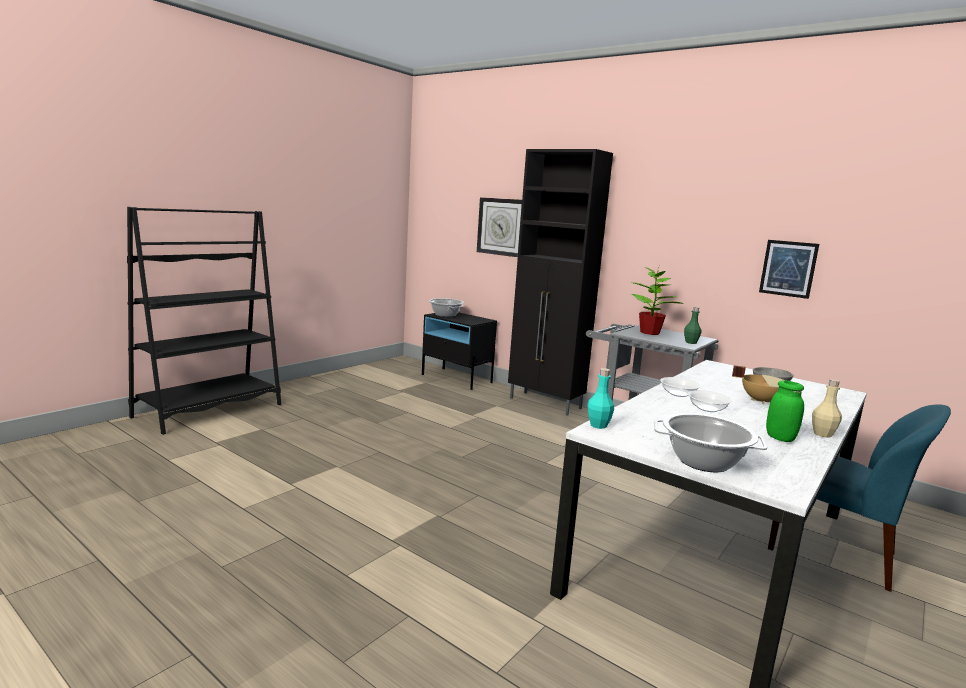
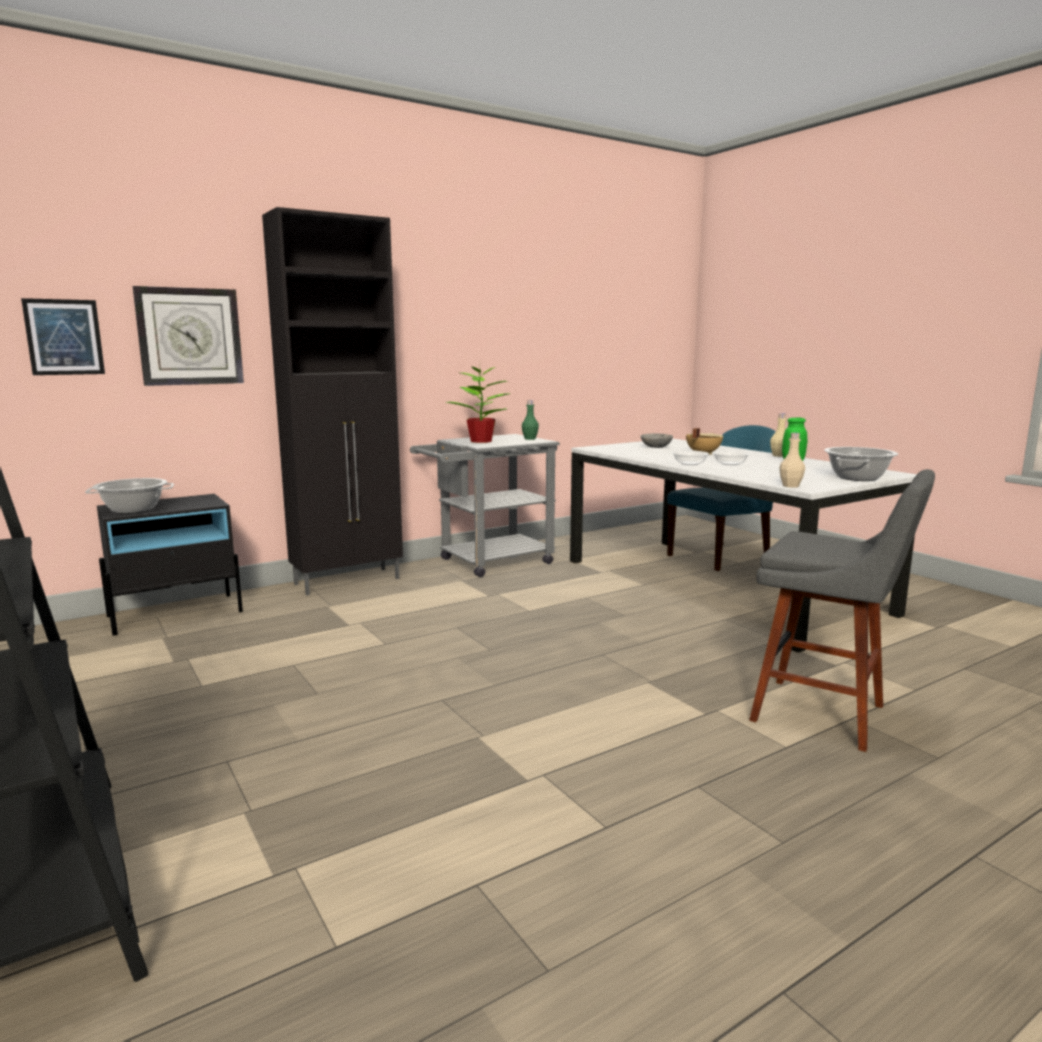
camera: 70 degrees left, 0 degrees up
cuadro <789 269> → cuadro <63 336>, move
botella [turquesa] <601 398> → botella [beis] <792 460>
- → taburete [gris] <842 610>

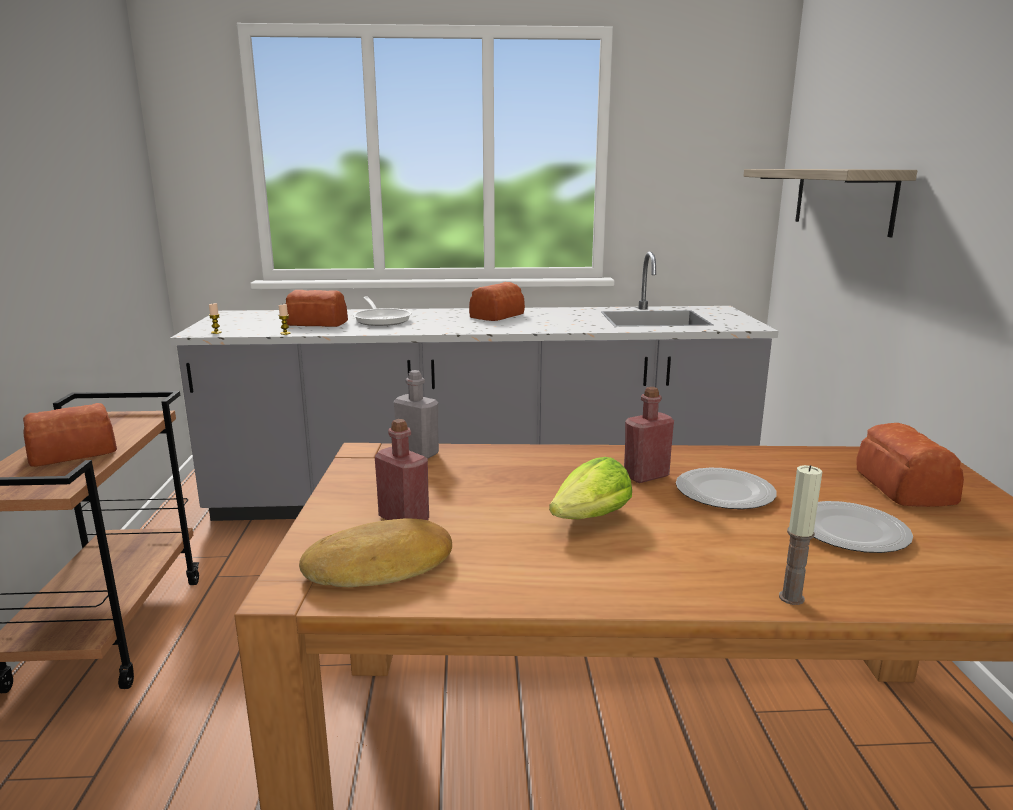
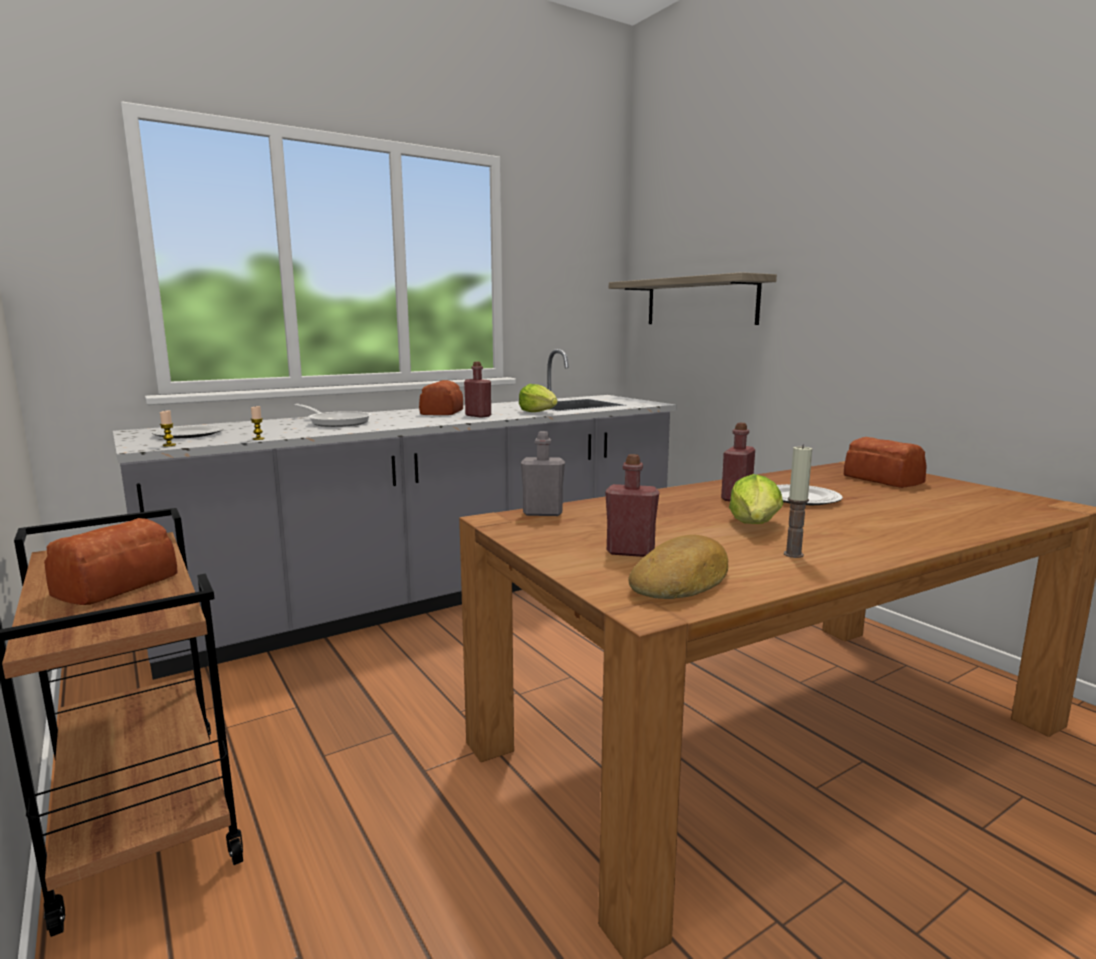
camera: 30 degrees left, 5 degrees down
pan <317 308> → -
vela <800 535> → vela <798 501>, move
plato <863 527> → plato <188 431>, move
- → botella [rojo] <477 390>
- → lechuga <538 398>

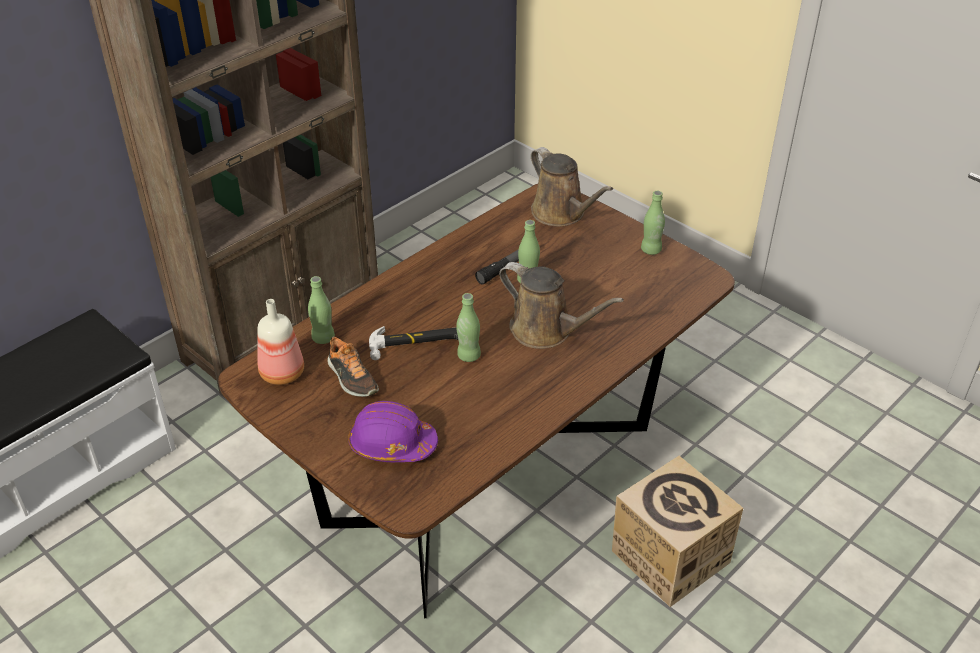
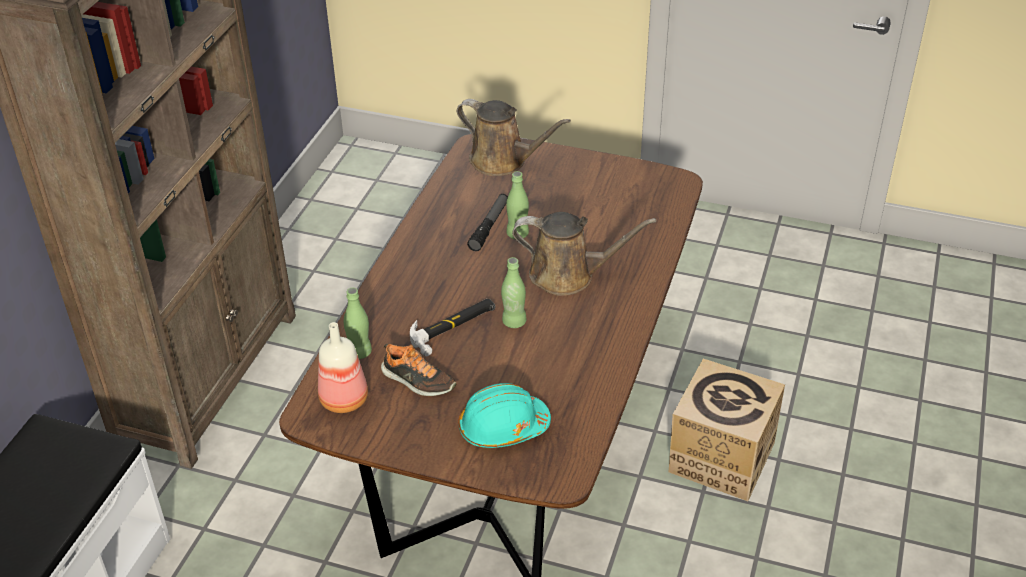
camera: 25 degrees left, 0 degrees up
botella [verde] <653 223> → -
casco [morado] <393 431> → casco [turquesa] <504 415>

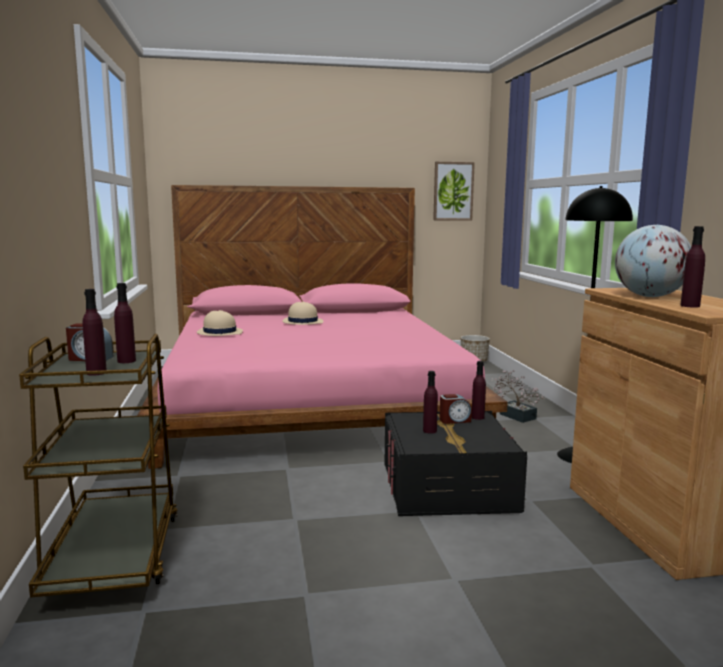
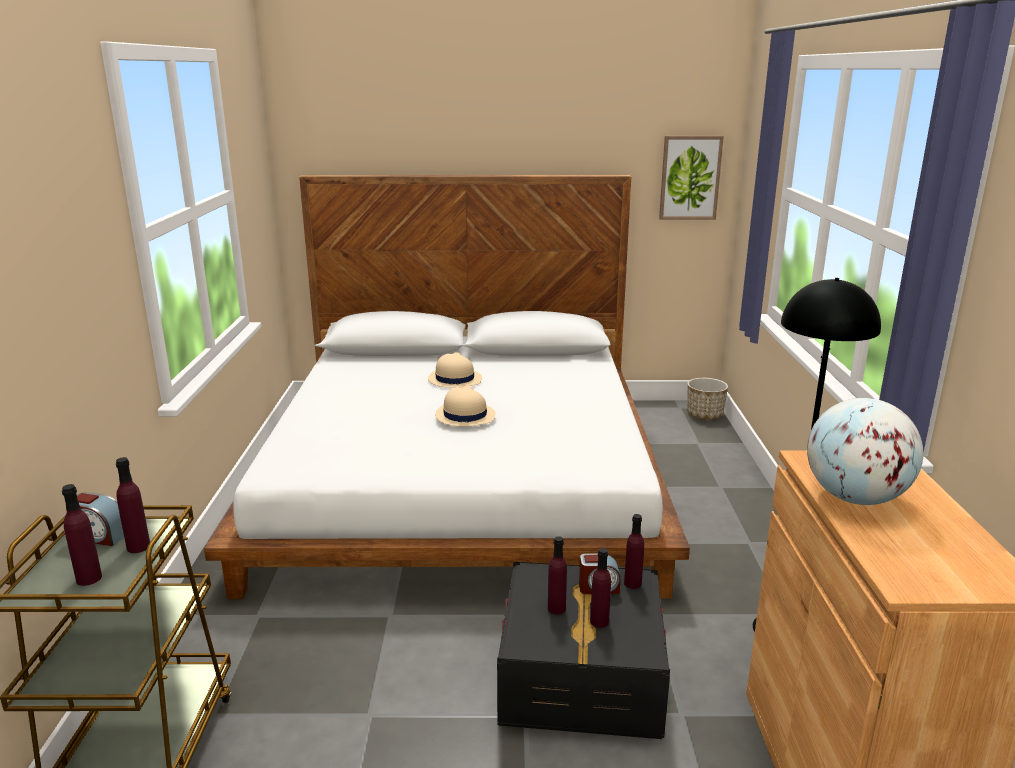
camera: 10 degrees right, 10 degrees up
cama [rosa] <322 327> → cama [blanco] <447 387>
botella [morado] <692 267> → botella [morado] <600 588>, move
sombrero [beis] <220 323> → sombrero [beis] <465 406>, move
planta en maceta <518 396> → -

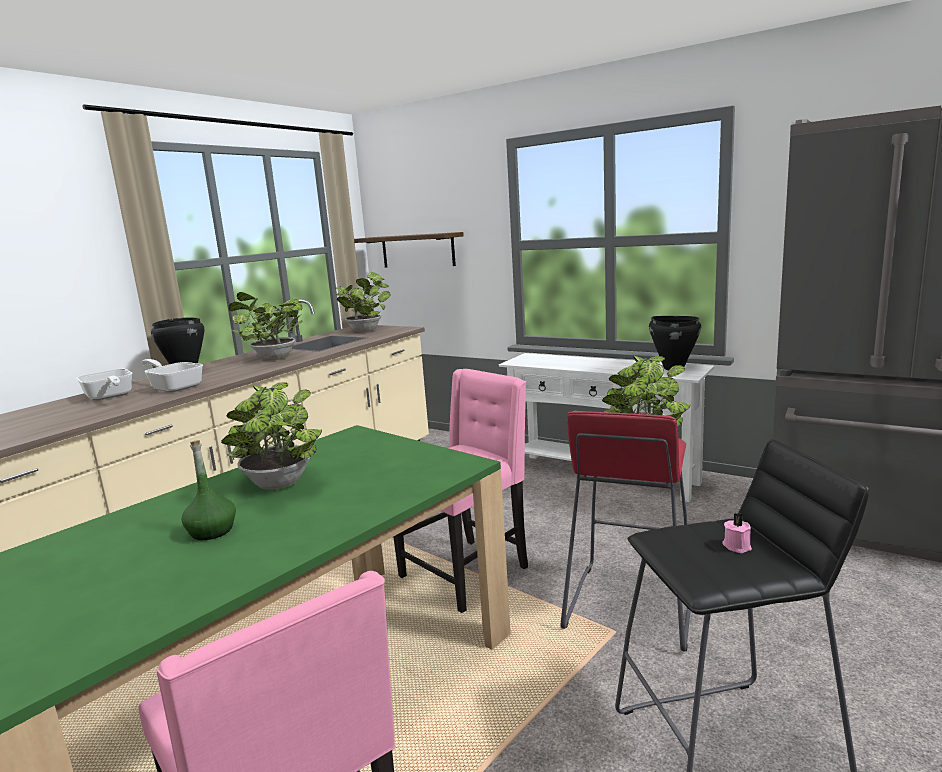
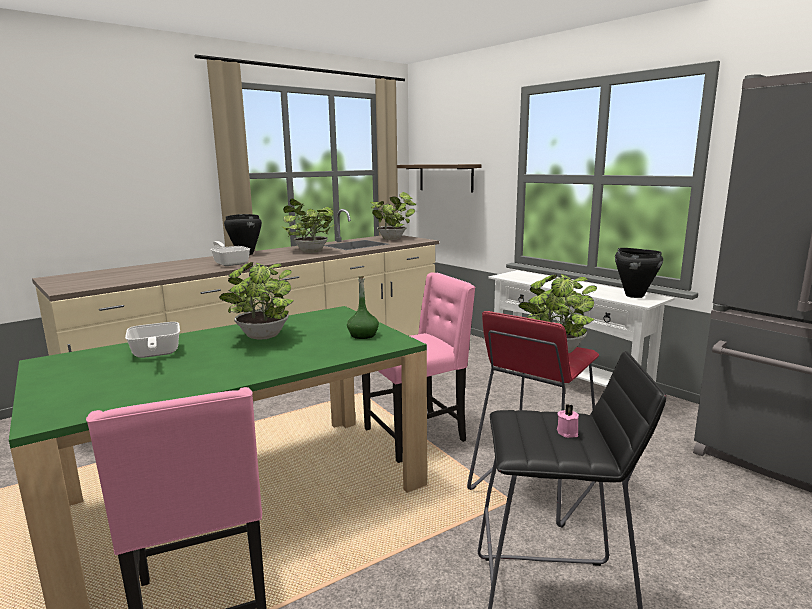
camera: 15 degrees right, 0 degrees up
sartén <104 384> → sartén <152 340>, move
botella [verde] <208 490> → botella [verde] <363 307>, move

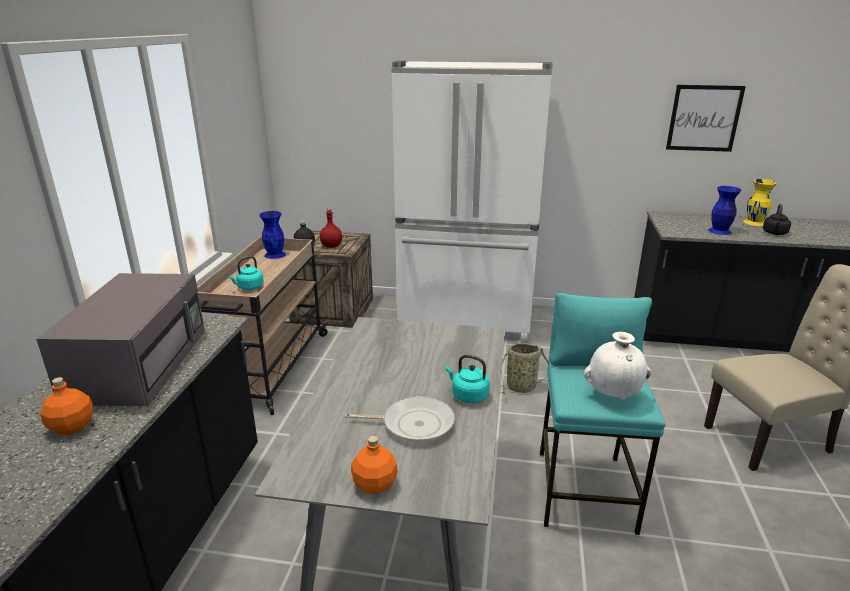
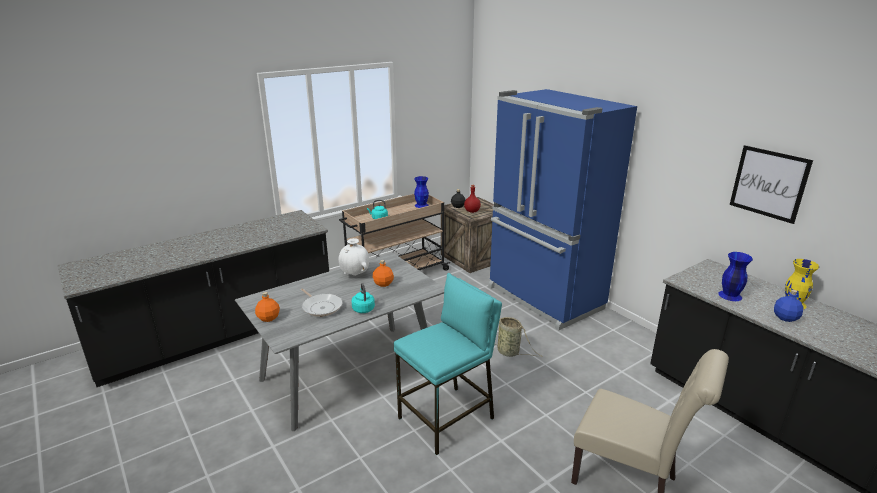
camera: 45 degrees right, 0 degrees up
nevera [blanco] <472 201> → nevera [azul] <562 209>
hervidor [negro] <777 219> → botella [azul] <788 306>
microondas [gris] <120 339> → -
florero [blanco] <617 366> → florero [blanco] <354 257>, move
botella [naranja] <66 406> → botella [naranja] <383 273>, move

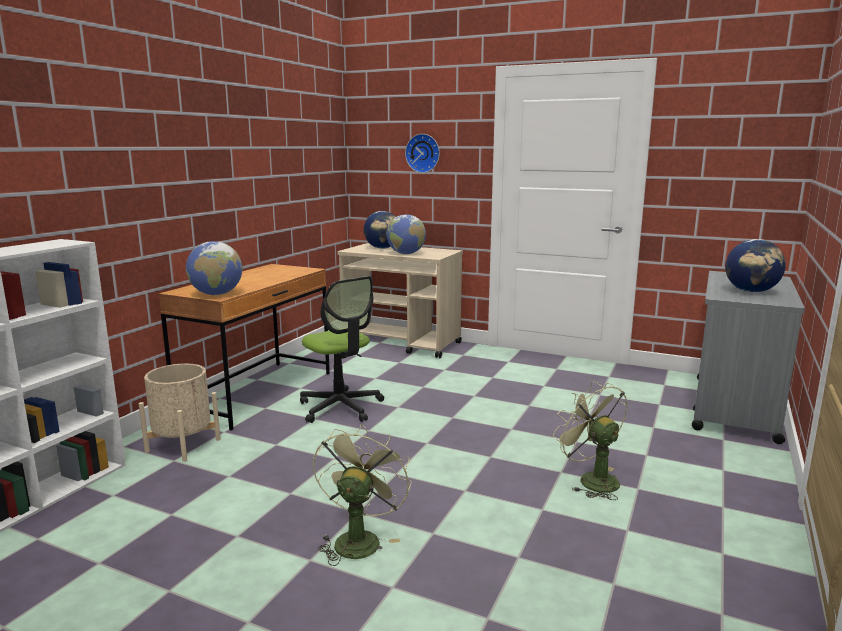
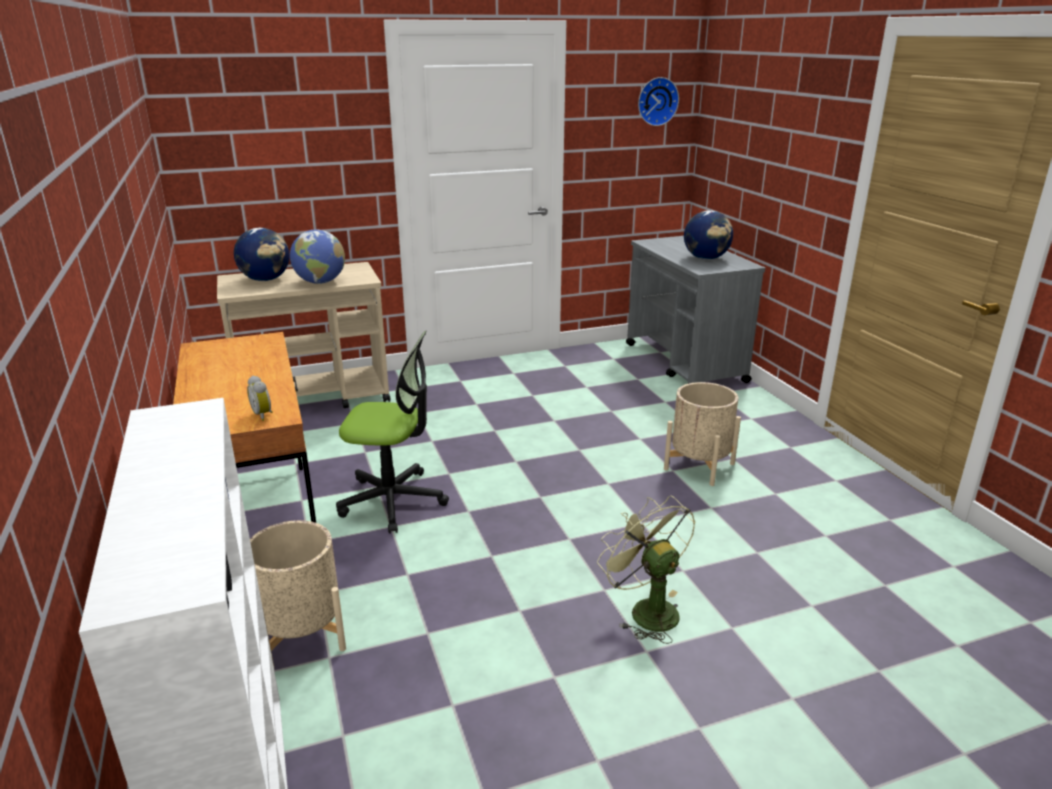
camera: 45 degrees left, 10 degrees up
reloj de pared <422 153> → reloj de pared <658 101>, move
globo terráqueo <214 268> → despertador <260 398>
ventilador [verde] <590 440> → maceta [beis] <702 434>

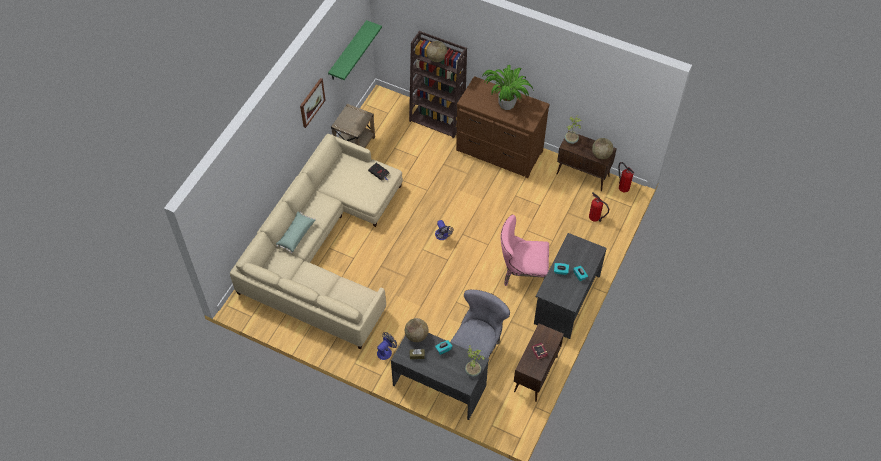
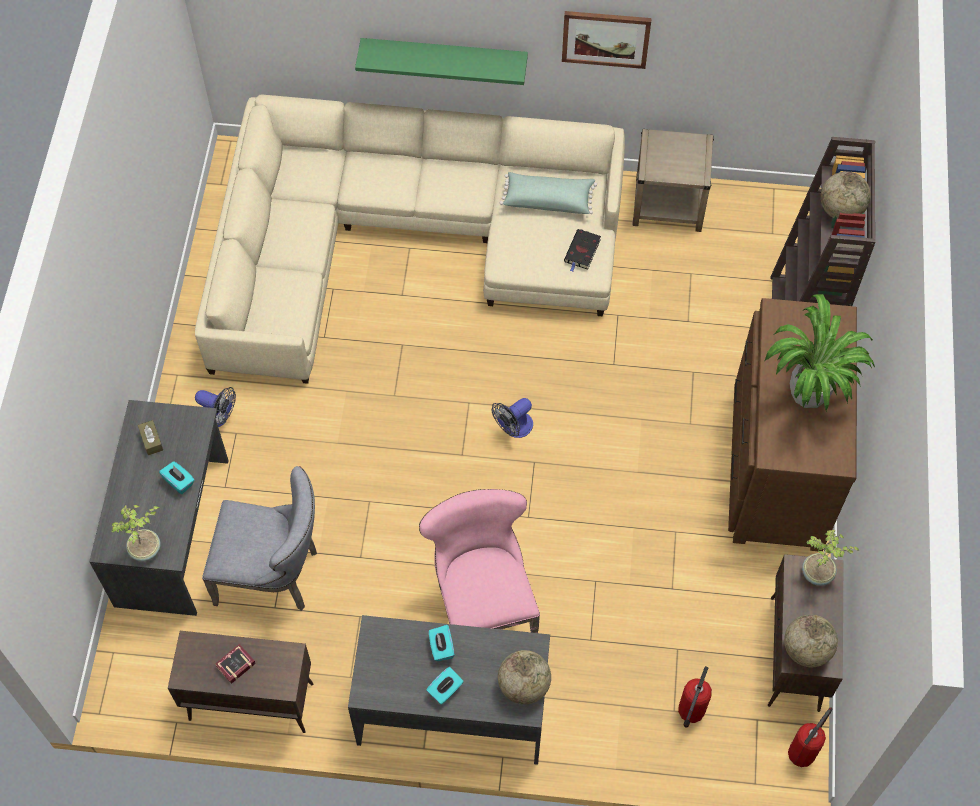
camera: 70 degrees right, 5 degrees up
estante [verde] <355 50> → estante [verde] <441 61>, move
cojín [verde] <296 232> → cojín [verde] <548 193>, move
globo terráqueo <416 330> → globo terráqueo <524 677>, move

